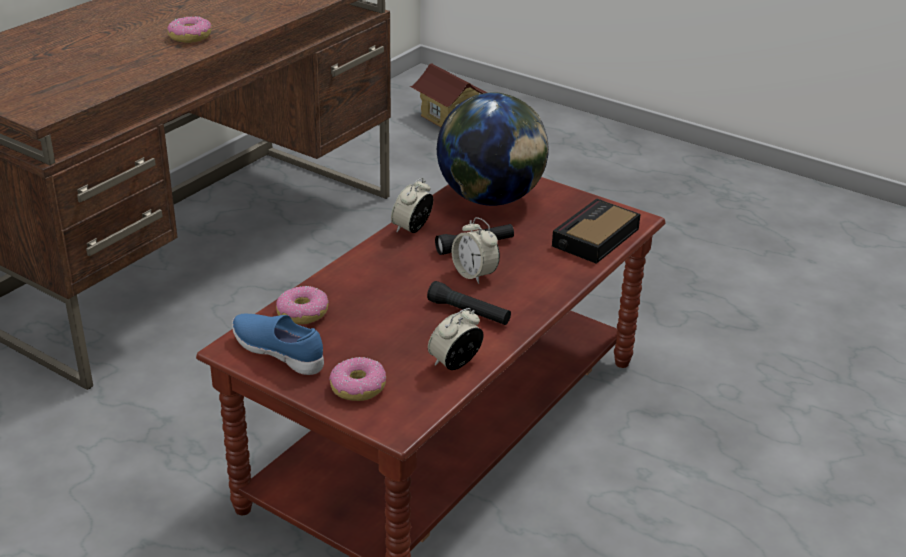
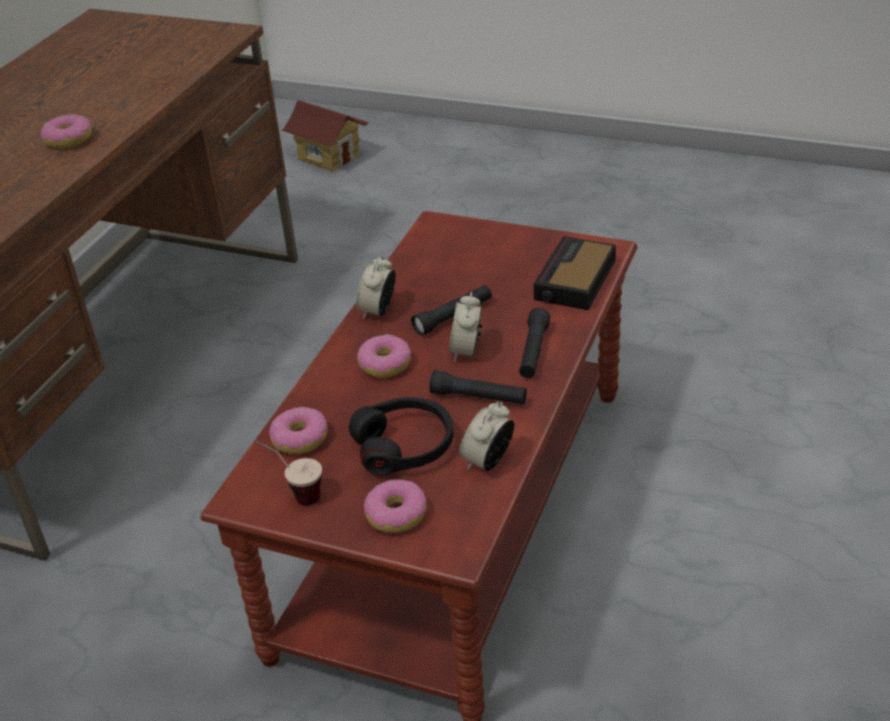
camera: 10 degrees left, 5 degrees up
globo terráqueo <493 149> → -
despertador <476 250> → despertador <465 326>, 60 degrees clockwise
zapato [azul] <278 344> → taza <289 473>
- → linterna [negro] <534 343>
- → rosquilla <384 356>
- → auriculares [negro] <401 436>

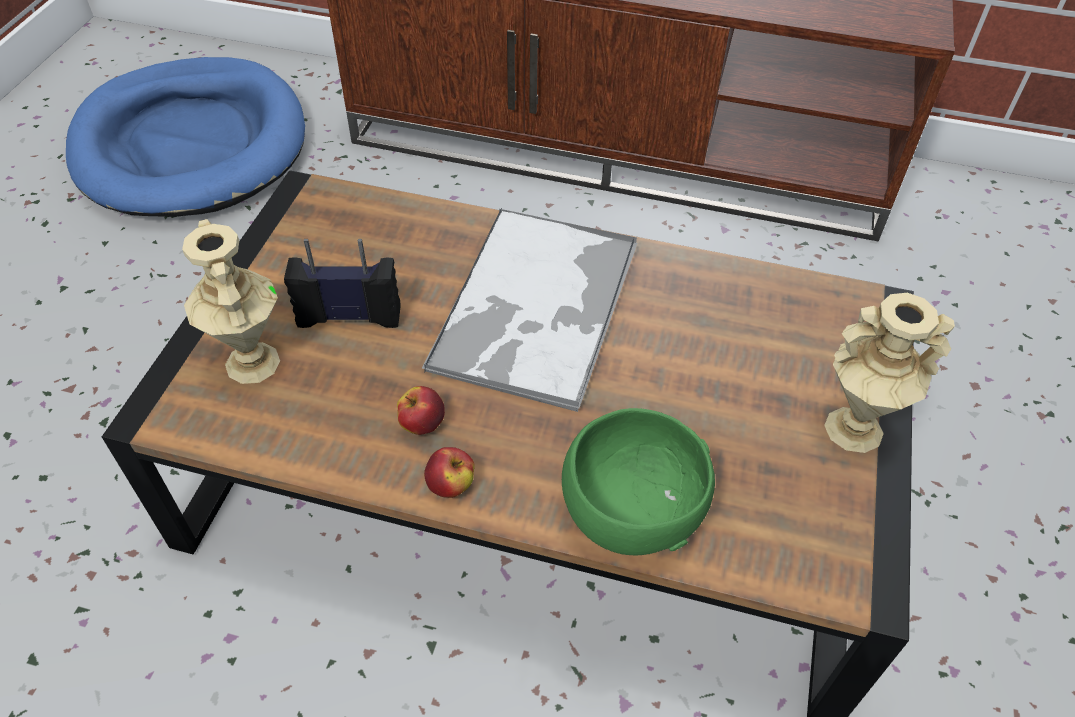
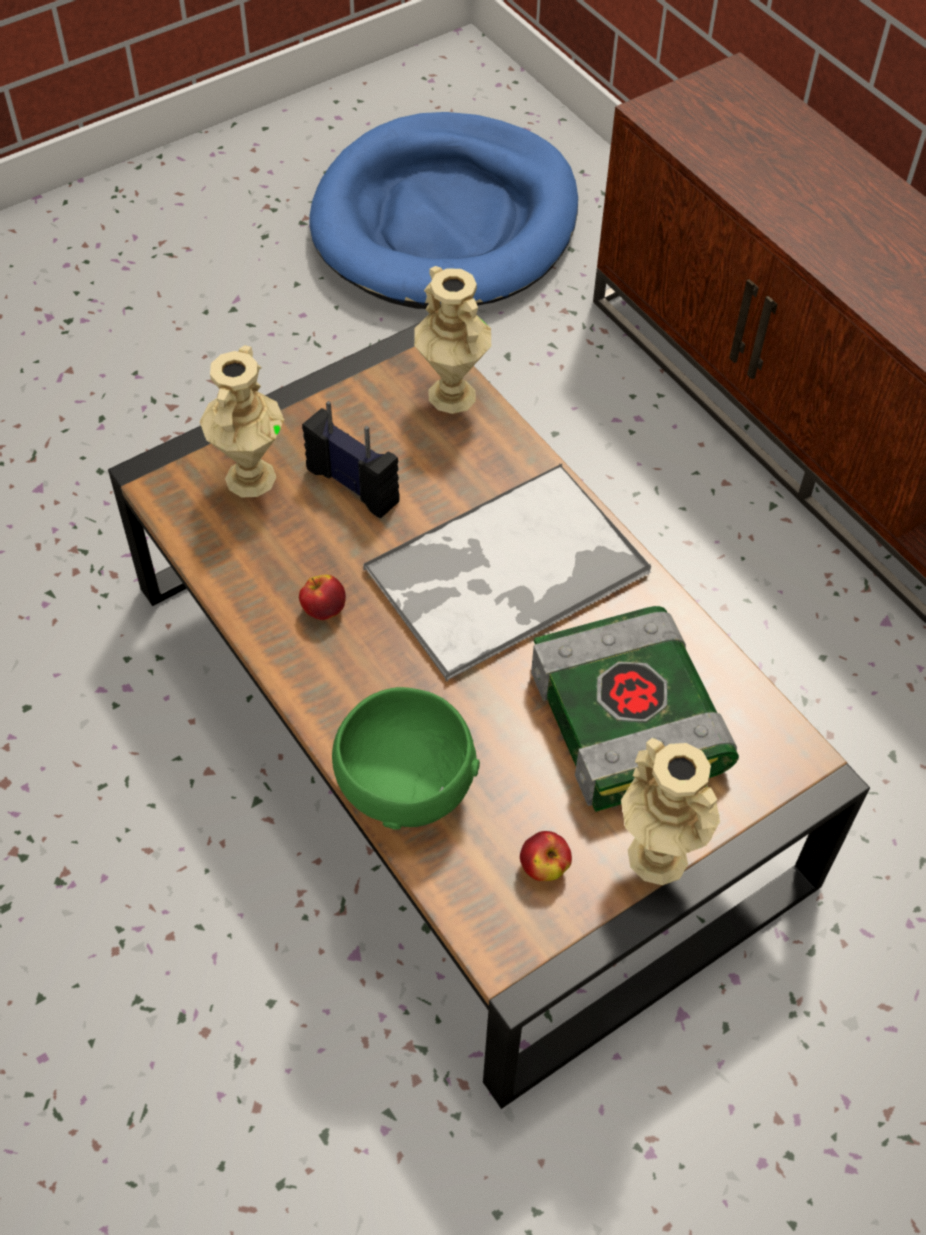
camera: 40 degrees right, 5 degrees up
manzana <449 472> → manzana <546 856>, move
- → florero [beis] <452 340>
- → libro <635 709>

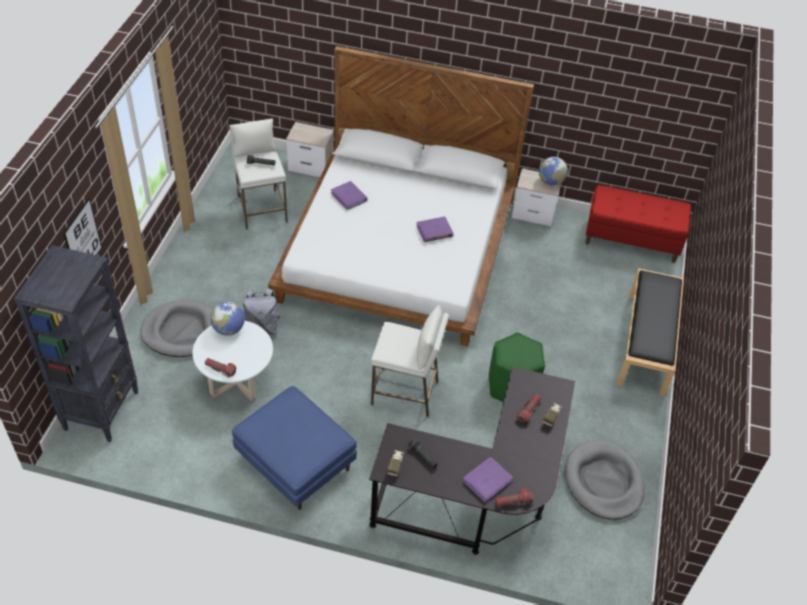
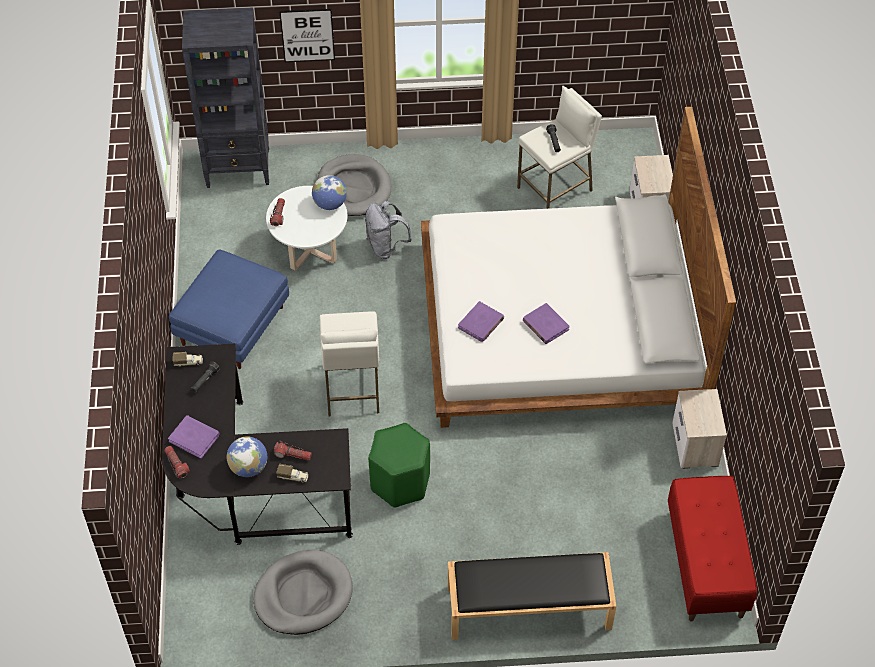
camera: 75 degrees right, 5 degrees up
globo terráqueo <553 171> → globo terráqueo <247 456>, move
libro [morado] <349 195> → libro [morado] <481 321>, move

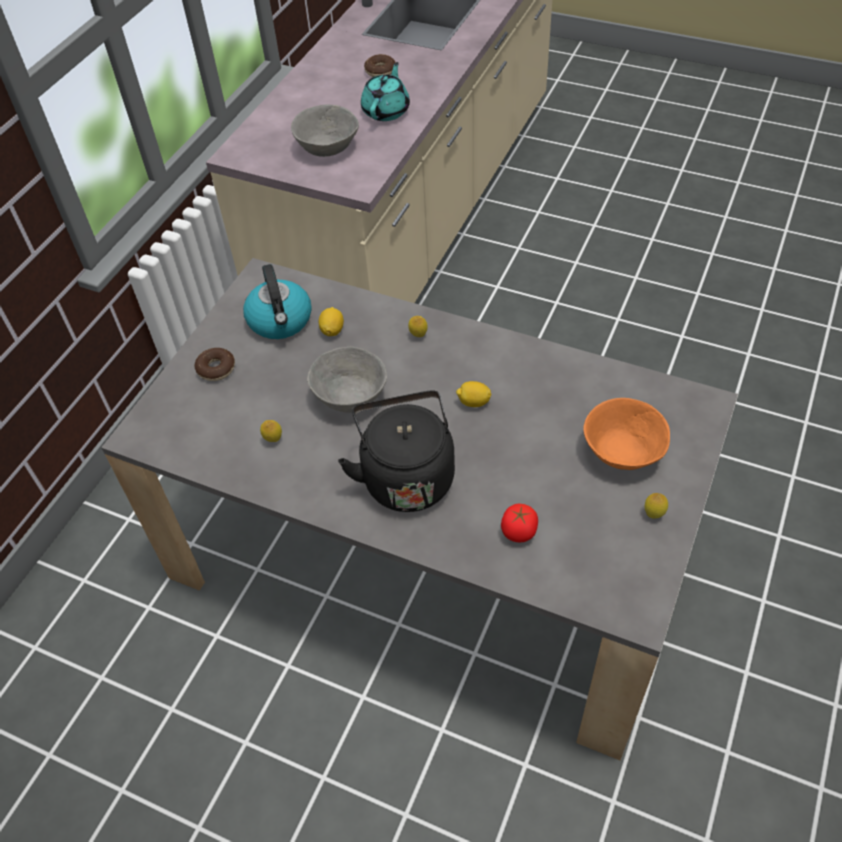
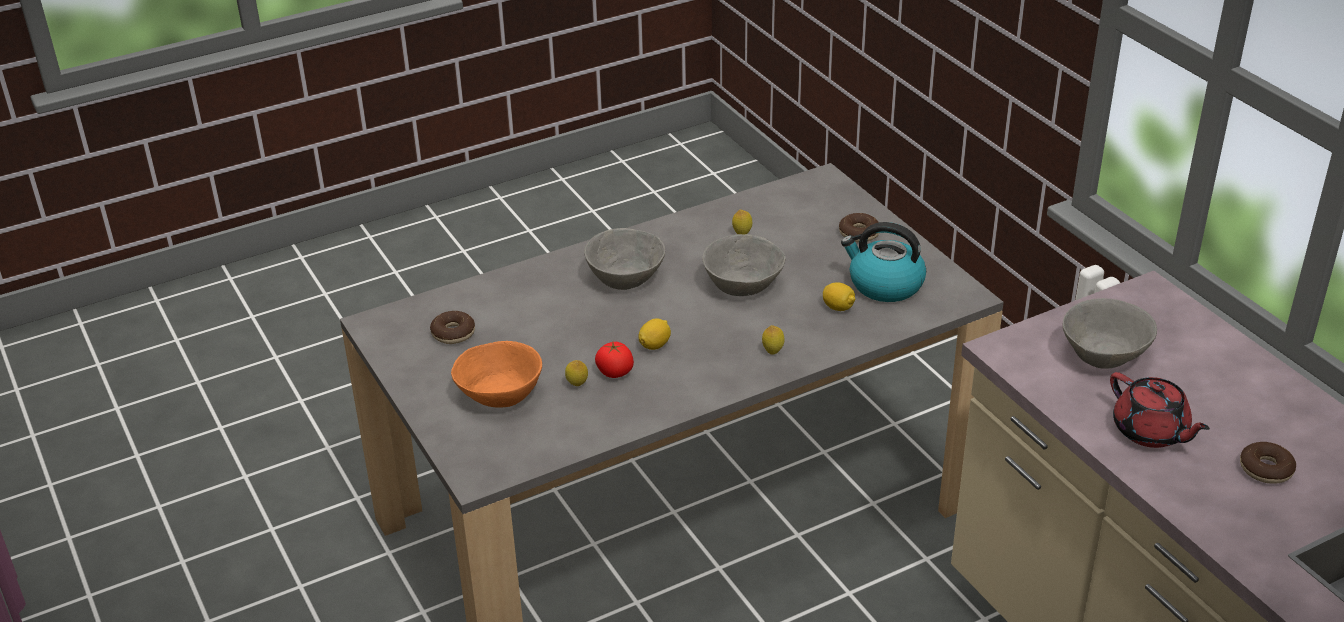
camera: 125 degrees right, 15 degrees down
tetera [turquesa] <385 91> → tetera [rojo] <1160 410>
hervidor [negro] <396 451> → cuenco [gris] <624 259>
limón <656 506> → limón <576 373>, move
tomate <519 523> → tomate <614 360>, move
- → rosquilla <452 327>

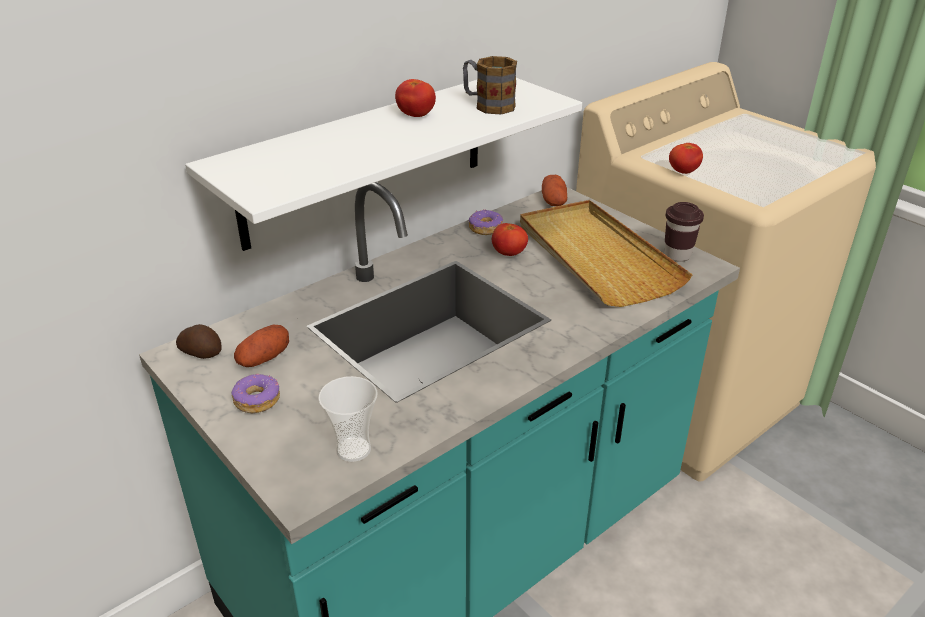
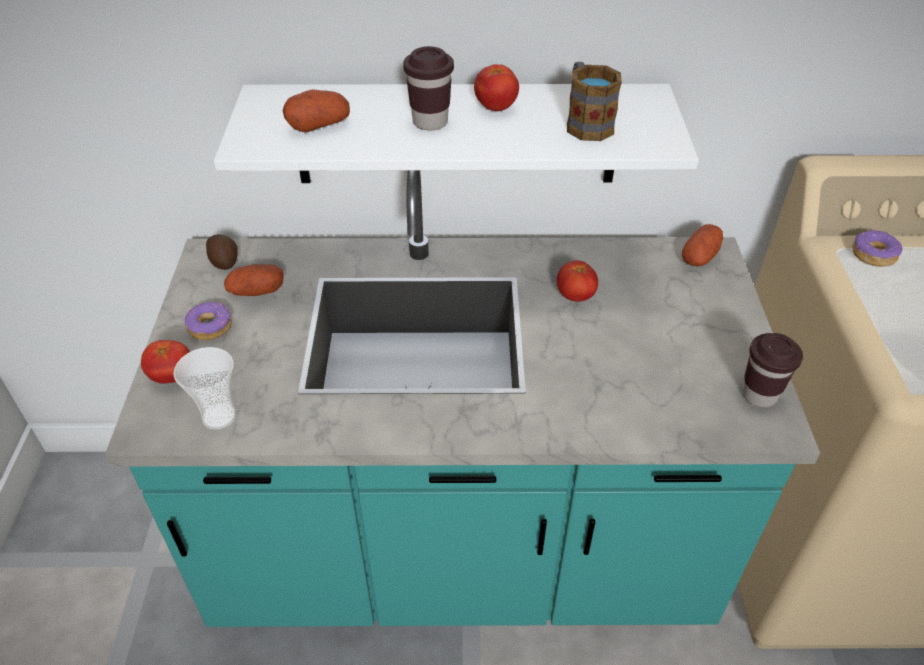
camera: 40 degrees right, 10 degrees up
tomate <686 158> → tomate <165 362>, move
bandeja [beis] <606 253> → -
rosquilla <486 222> → rosquilla <877 248>, move
- → taza [marrón] <428 88>
- → patata <316 111>

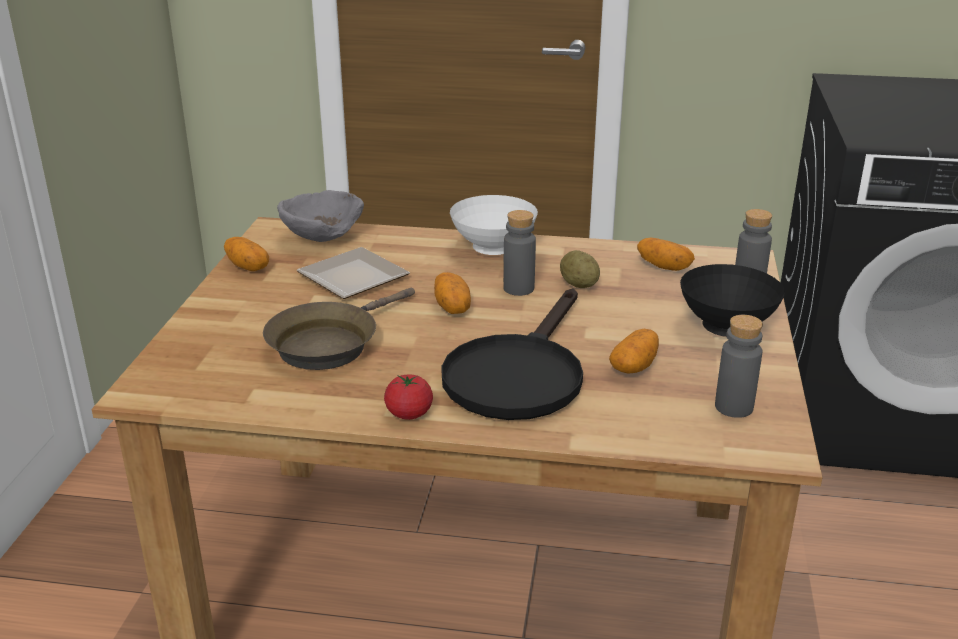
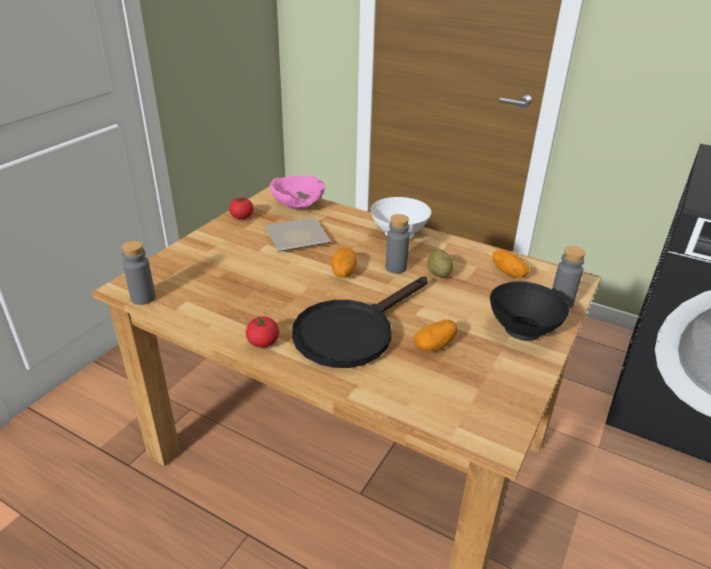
camera: 20 degrees right, 5 degrees up
cuenco [gris] <320 216> → cuenco [rosa] <297 192>
patata <246 254> → tomate <241 208>
sartén [marrón] <339 329> → -
botella [gris] <739 366> → botella [gris] <138 273>, move

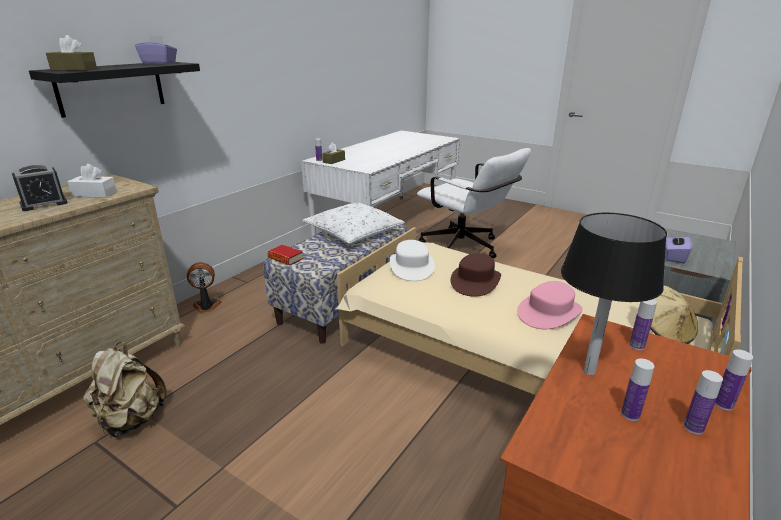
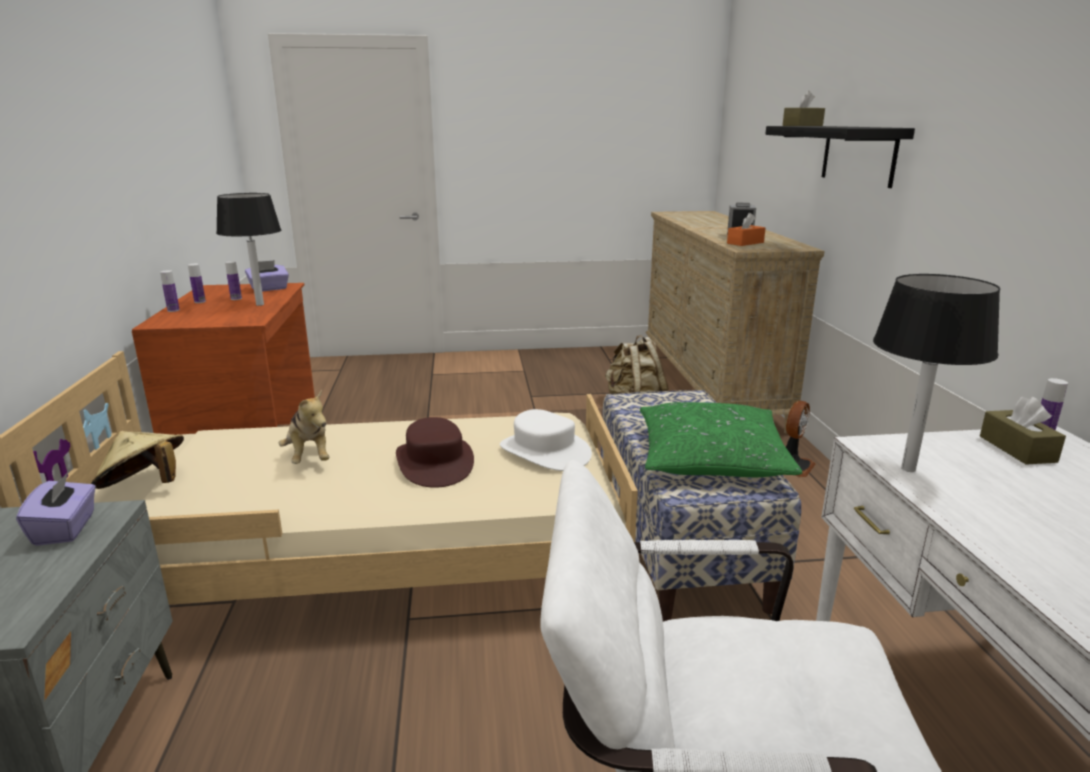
camera: 140 degrees right, 5 degrees down
caja de pañuelos [morado] <156 49> → caja de pañuelos [morado] <267 276>, move
caja de pañuelos [blanco] <92 181> → caja de pañuelos [naranja] <746 229>
cojín [blanco] <354 223> → cojín [verde] <721 439>
libro <285 255> → -
sombrero [rosa] <550 305> → peluche <304 427>
botella <643 324> → -
- → lámpara de mesa [negro] <937 373>

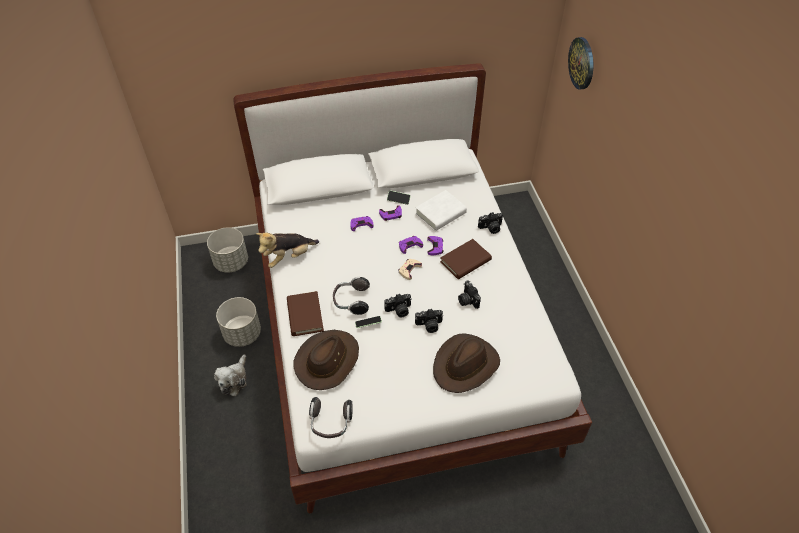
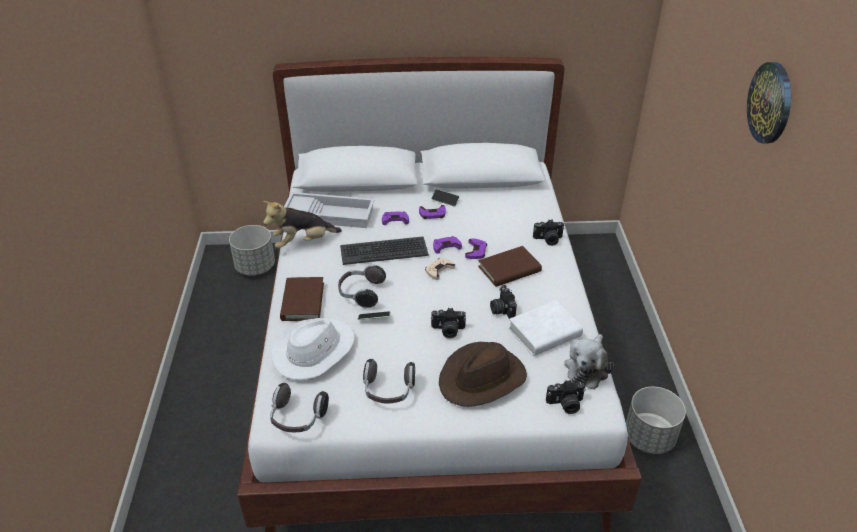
camera: 10 degrees right, 10 degrees down
reloj de pared <580 63> → reloj de pared <769 102>, move
libro [blanco] <441 210> → libro [blanco] <545 328>, move
cámara <398 306> → cámara <566 397>, move
maceta [gris] <238 322> → maceta [gris] <656 420>, move
sombrero [marrón] <326 360> → sombrero [blanco] <313 349>
peluche <230 375> → peluche <589 361>, move
- → bandeja [blanco] <329 210>
- → teclado <384 251>
- → auriculares <389 381>

